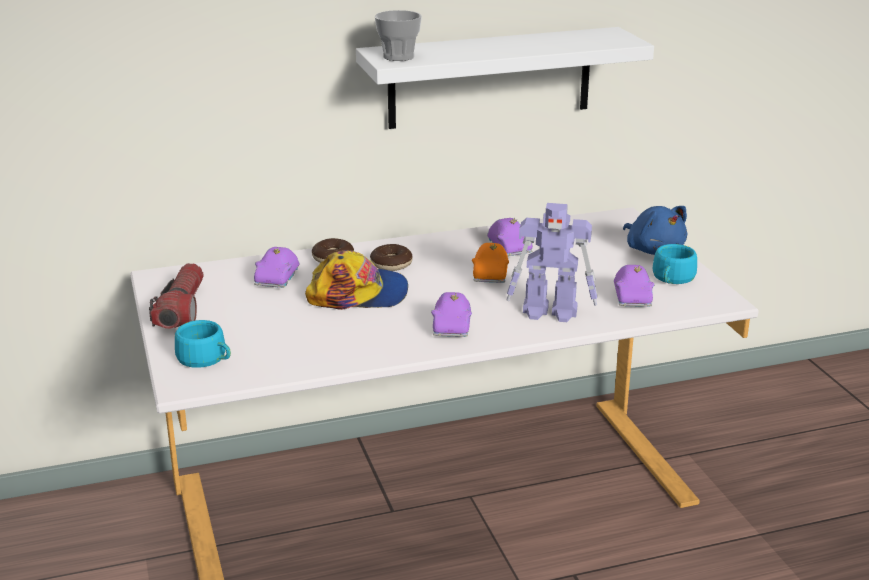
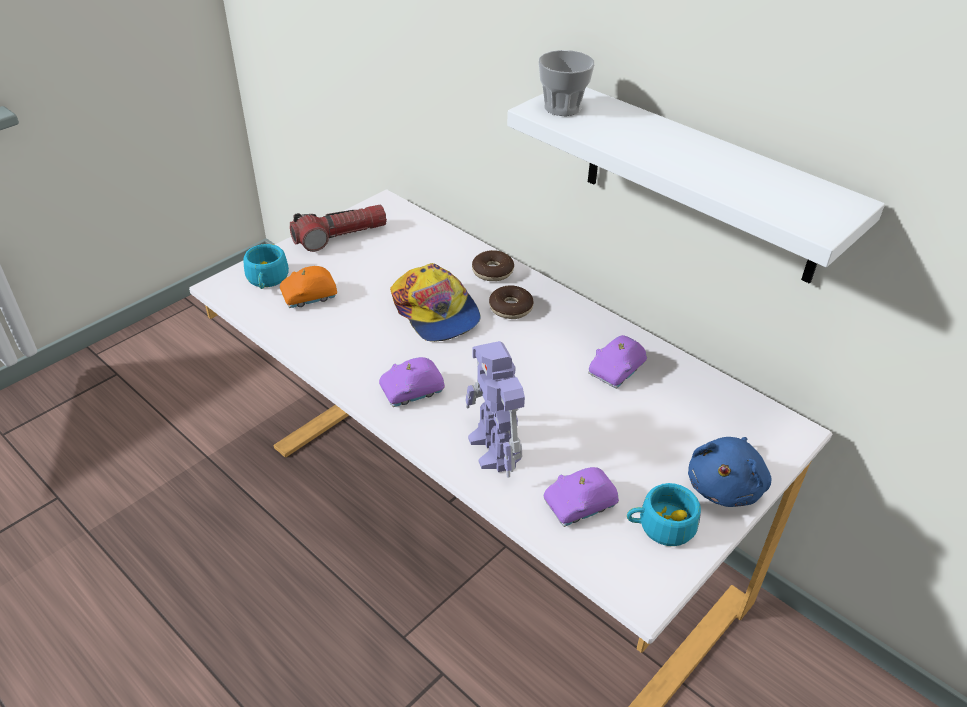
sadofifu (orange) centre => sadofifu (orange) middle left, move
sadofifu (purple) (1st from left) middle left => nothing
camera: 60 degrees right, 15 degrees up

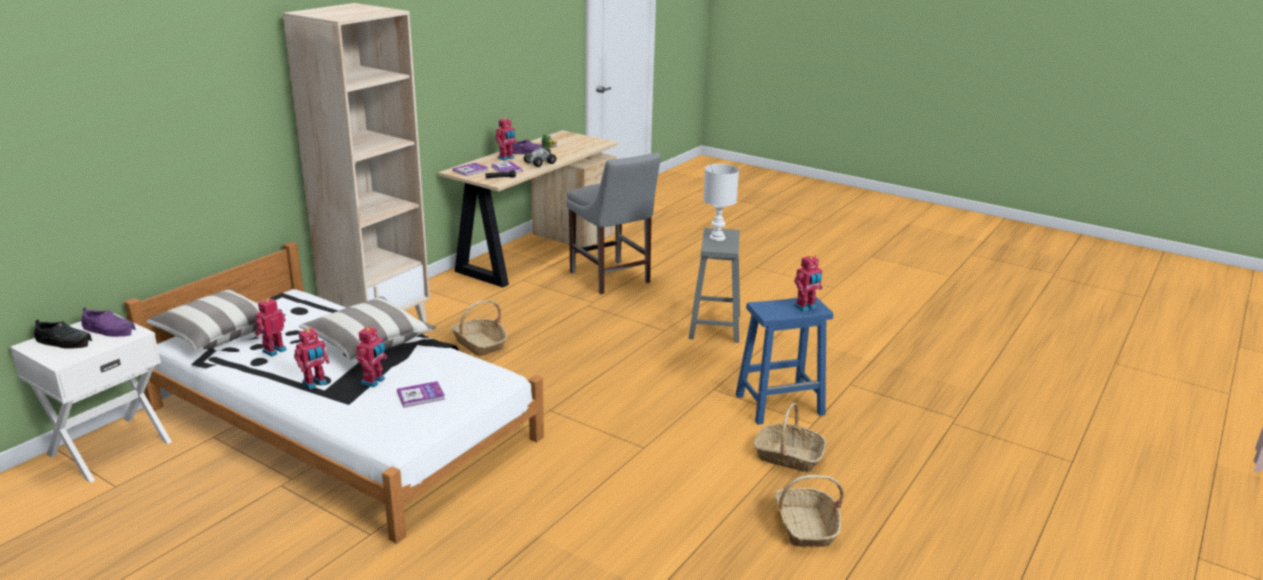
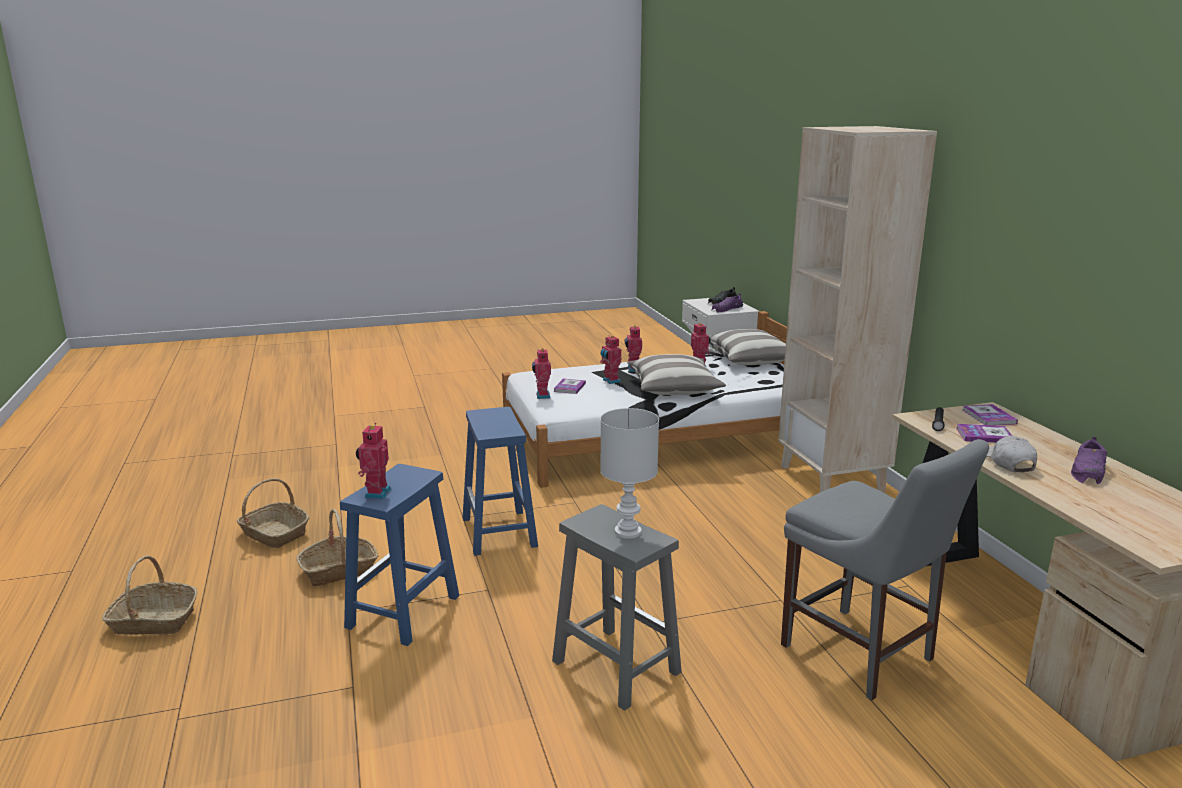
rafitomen (4th from left in the first image) top centre => rafitomen (2nd from left) centre, move
sadofifu top centre => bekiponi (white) middle right
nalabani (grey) centre => nalabani (grey) bottom right, 135 degrees counterclockwise
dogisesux (1st from left) centre => dogisesux (1st from left) bottom left, move
nothing => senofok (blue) (2nd from left) centre
camera: 130 degrees right, 5 degrees down

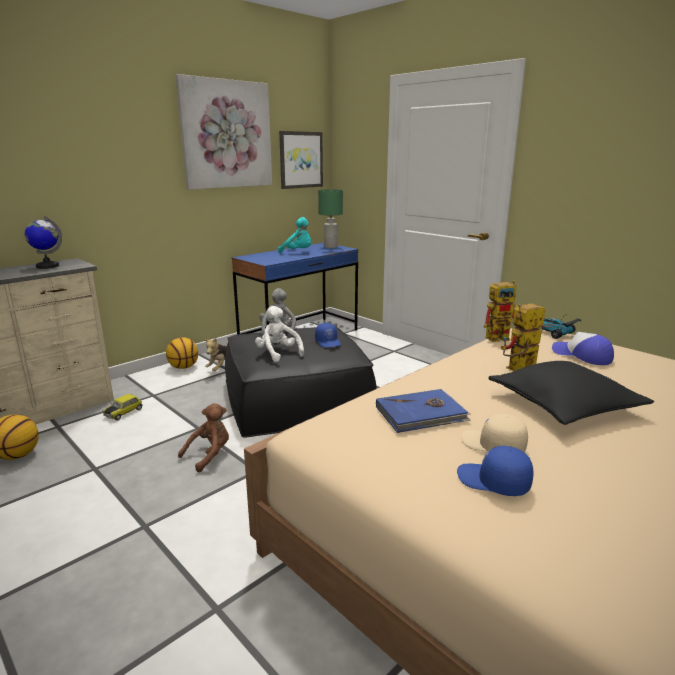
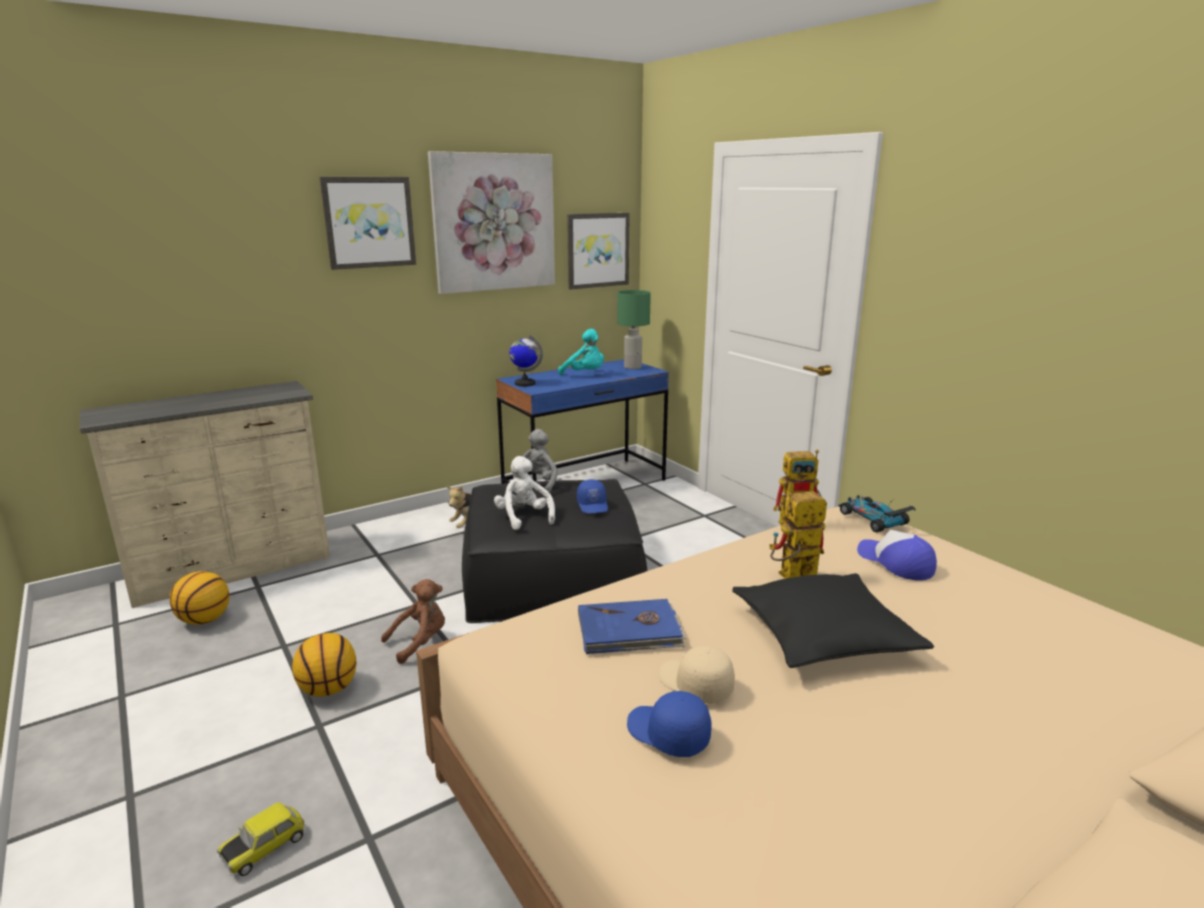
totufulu middle left => totufulu centre, move
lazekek (2nd from left) middle left => lazekek (2nd from left) bottom left, move
sadofifu (1st from left) middle left => sadofifu (1st from left) bottom left, move
nothing => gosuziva (1st from left) top left
camera: 10 degrees right, 0 degrees up

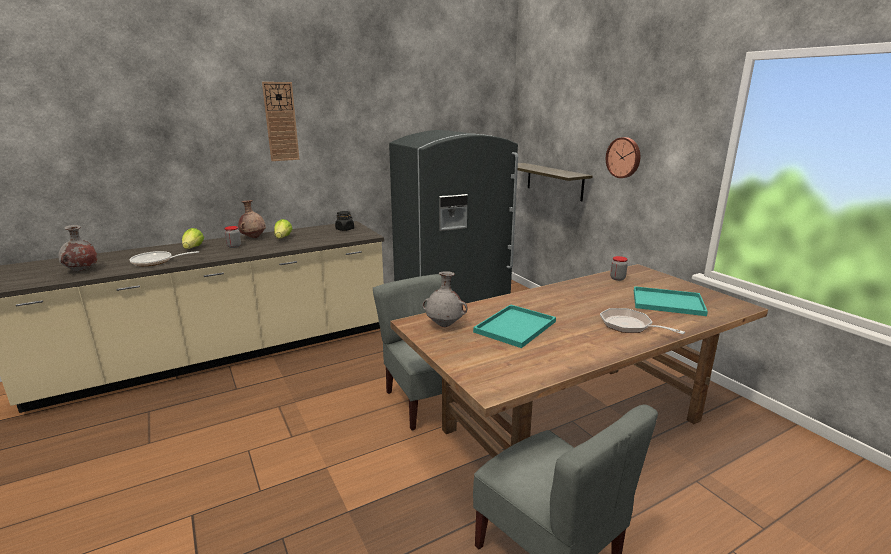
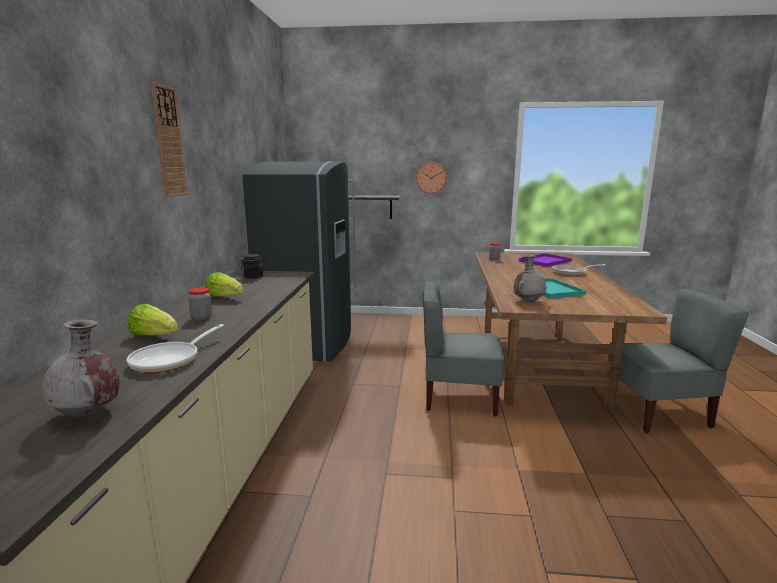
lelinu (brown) middle left => nothing
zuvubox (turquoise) (2nd from left) middle right => zuvubox (purple) middle right
camera: 55 degrees left, 5 degrees down

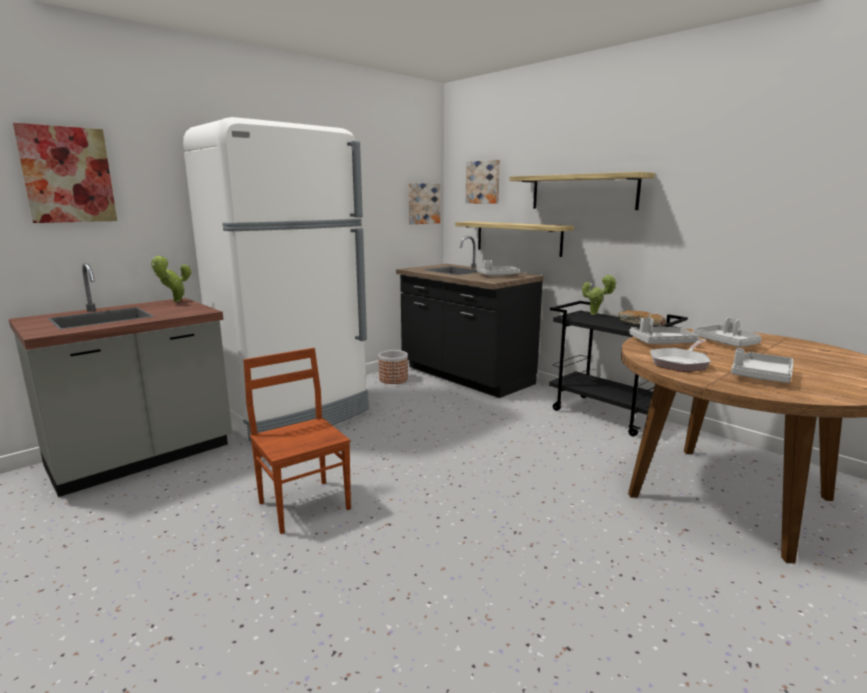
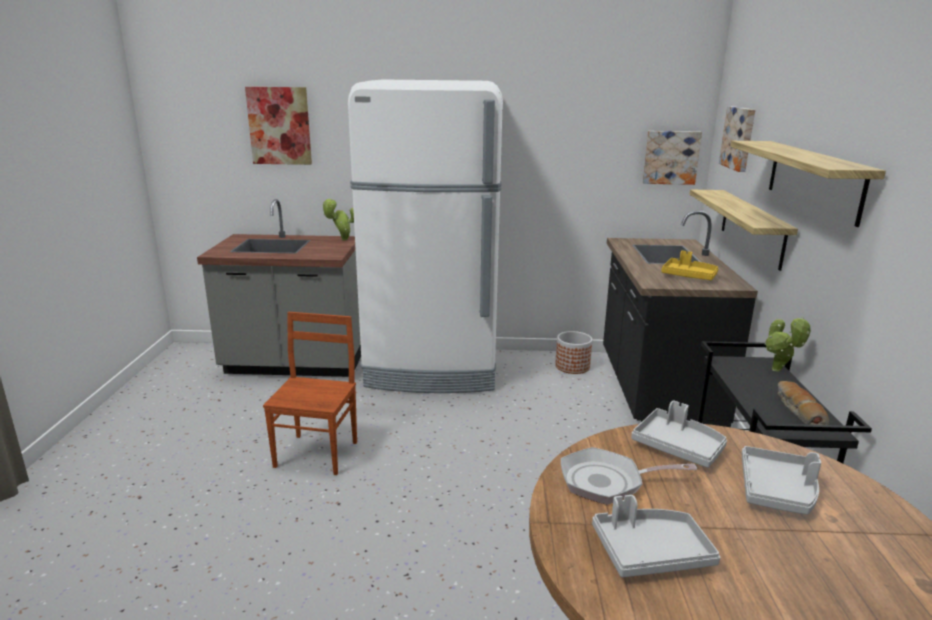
zuvubox (grey) (1st from left) centre => zuvubox (yellow) middle right
camera: 45 degrees right, 5 degrees up

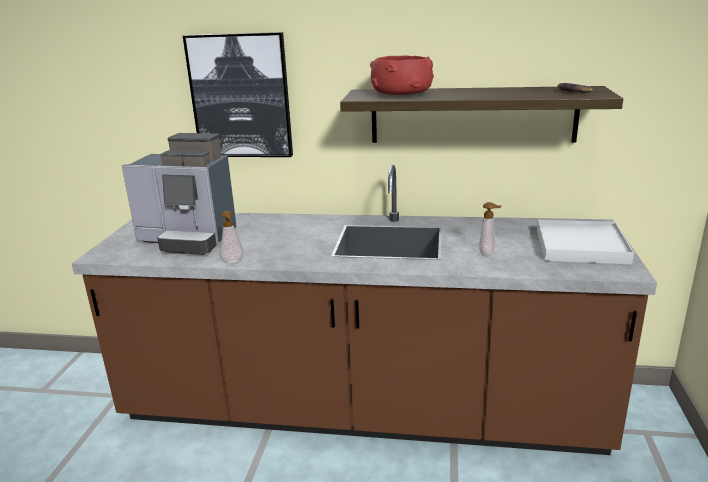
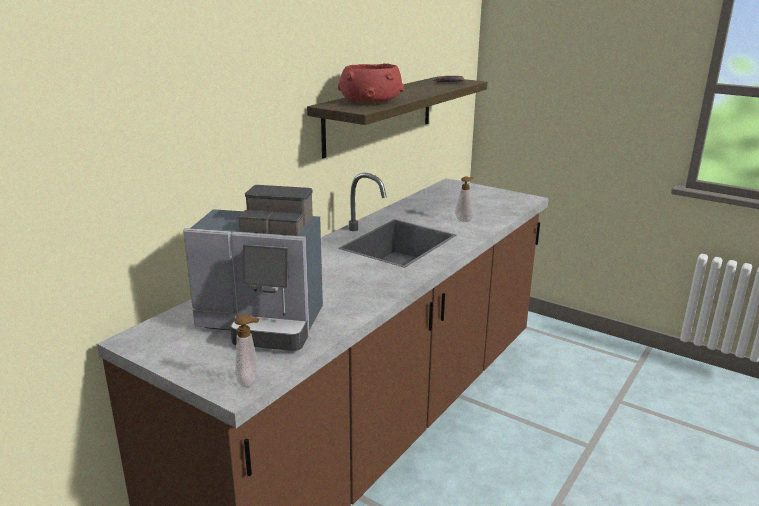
gosuziva top centre => nothing
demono middle left => demono centre, 60 degrees clockwise
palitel (1st from left) middle left => palitel (1st from left) bottom left, move
zuvubox (white) middle right => nothing
camera: 65 degrees left, 0 degrees up

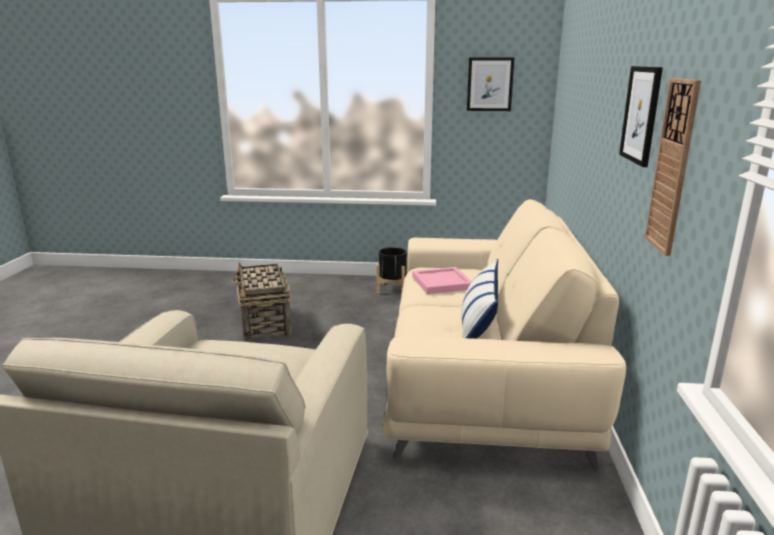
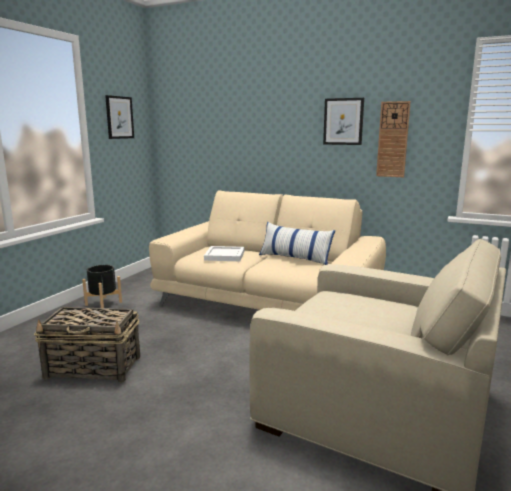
zuvubox (pink) centre => zuvubox (white) centre
camera: 70 degrees left, 5 degrees down

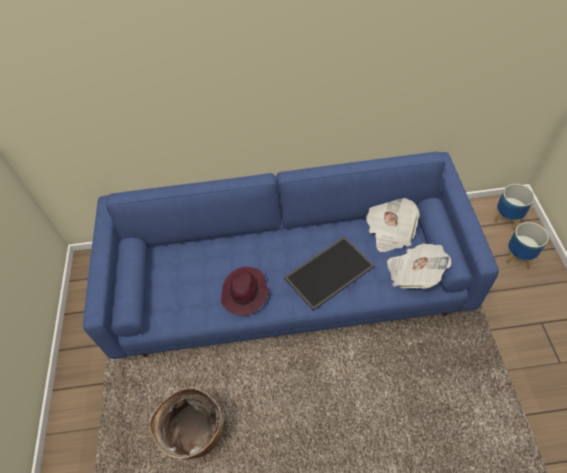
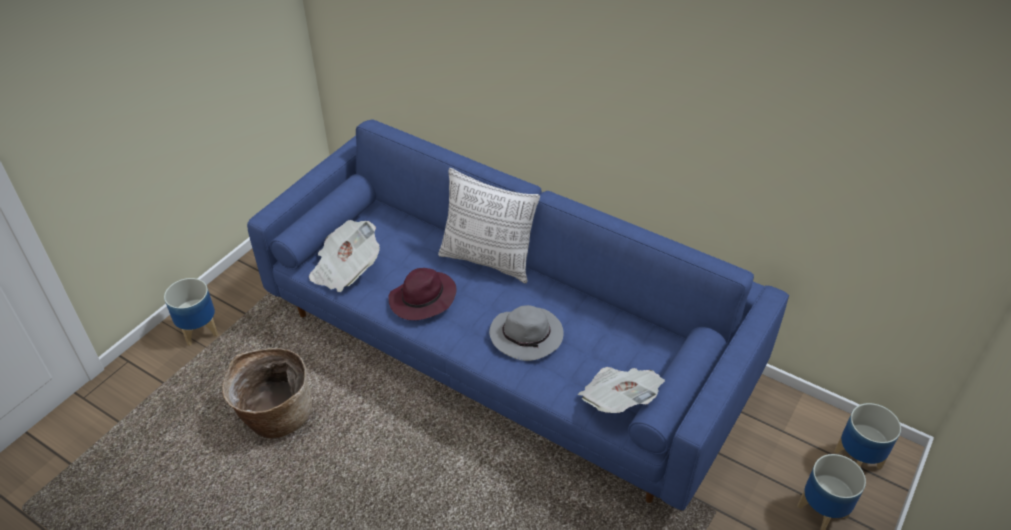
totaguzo (1st from left) middle right => totaguzo (1st from left) centre, move
zuvubox centre => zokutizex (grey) centre
nothing => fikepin centre
nothing => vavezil (1st from left) middle left
camera: 35 degrees right, 10 degrees down

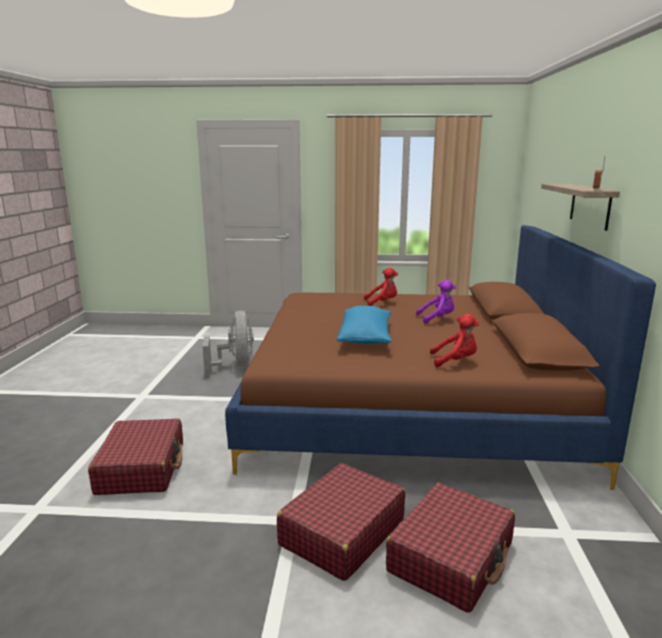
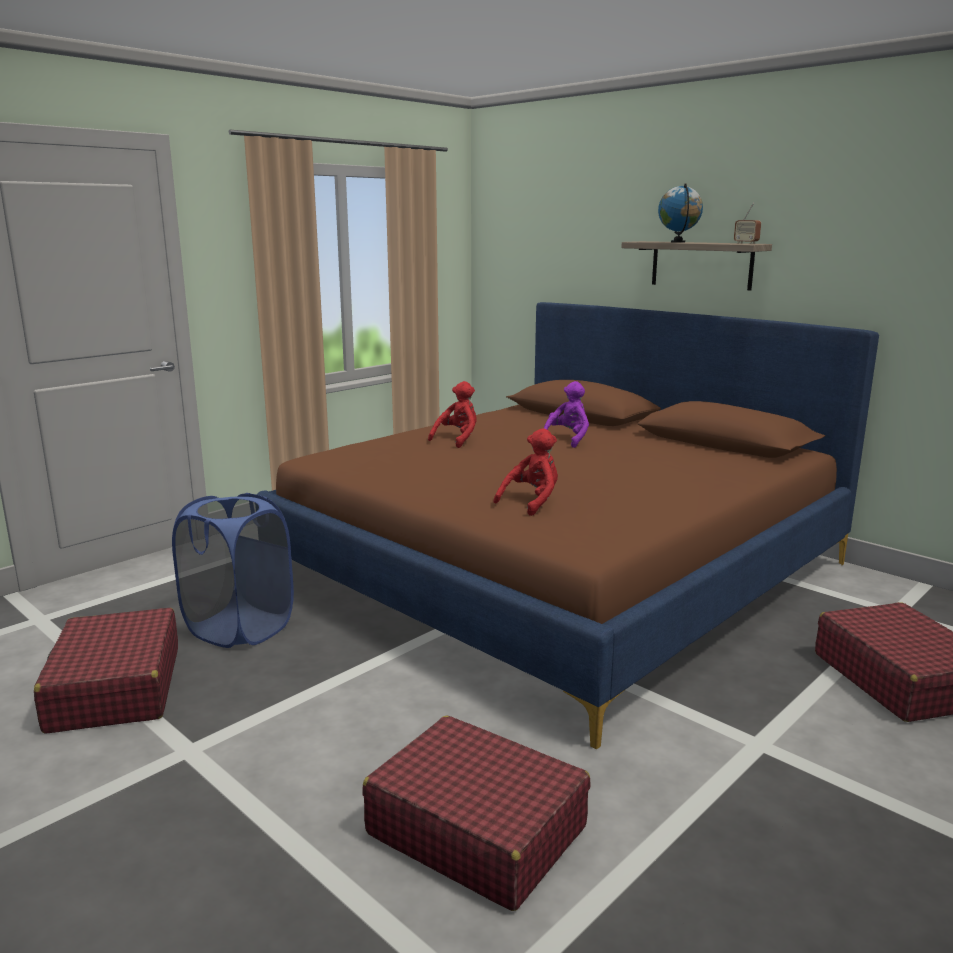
fikepin (blue) centre => nothing
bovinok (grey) centre => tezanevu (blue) middle left
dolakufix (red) (2nd from left) middle right => dolakufix (red) (2nd from left) centre, move
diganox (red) (2nd from left in the first image) bottom centre => diganox (red) (1st from left) bottom left, move
nothing => totufulu top right
camera: 50 degrees left, 0 degrees up

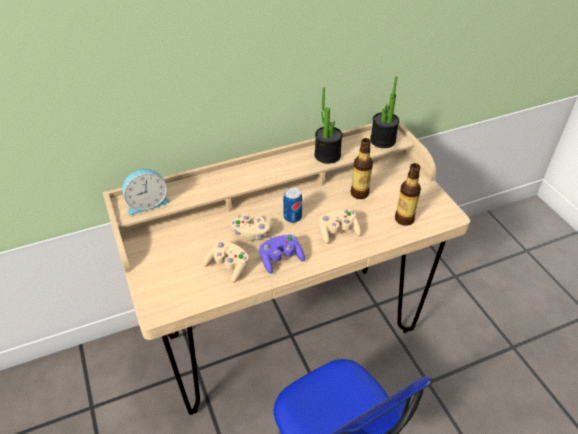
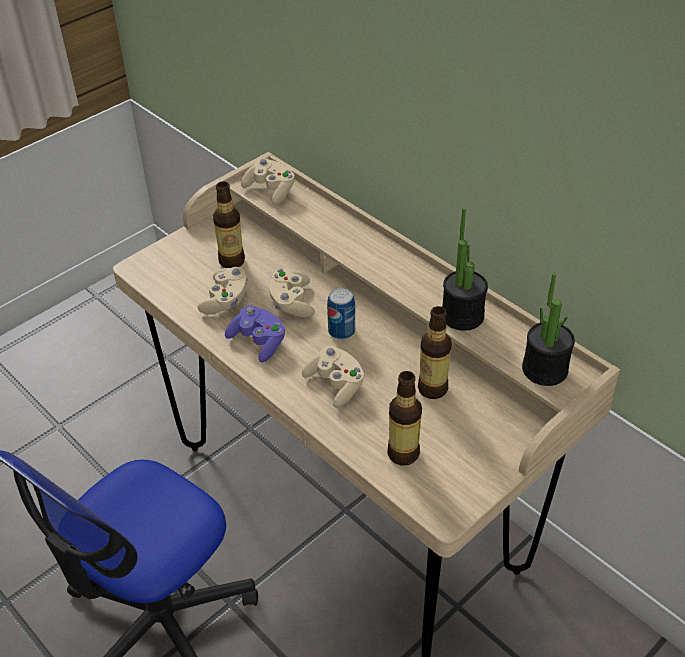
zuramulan middle left => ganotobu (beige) (2nd from left) top centre
nothing => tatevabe (1st from left) centre
camera: 70 degrees right, 0 degrees up

